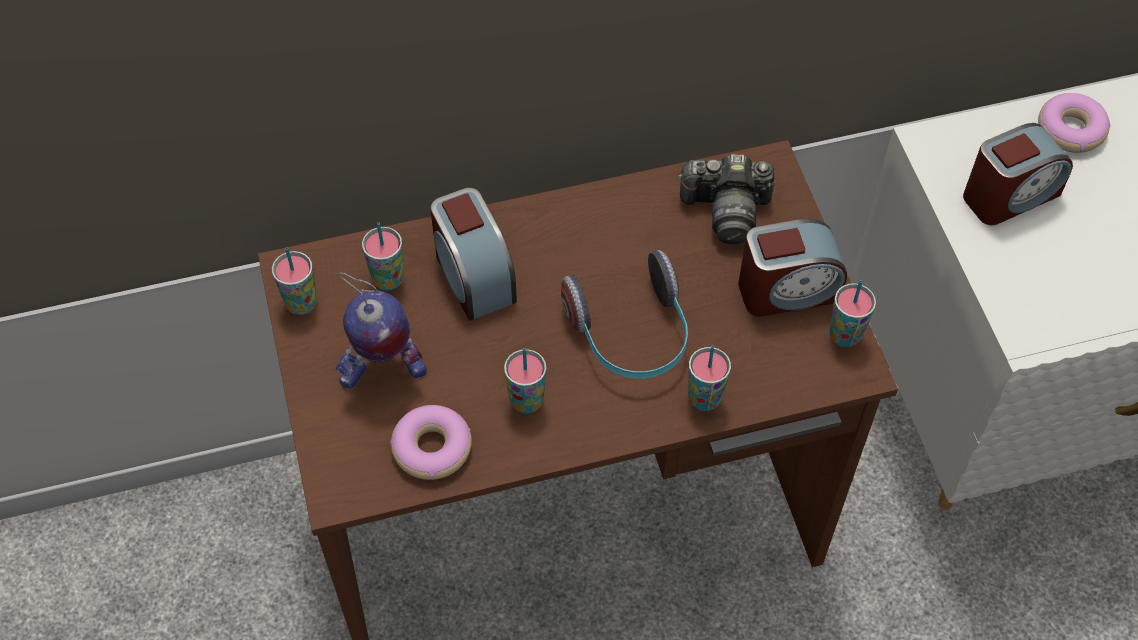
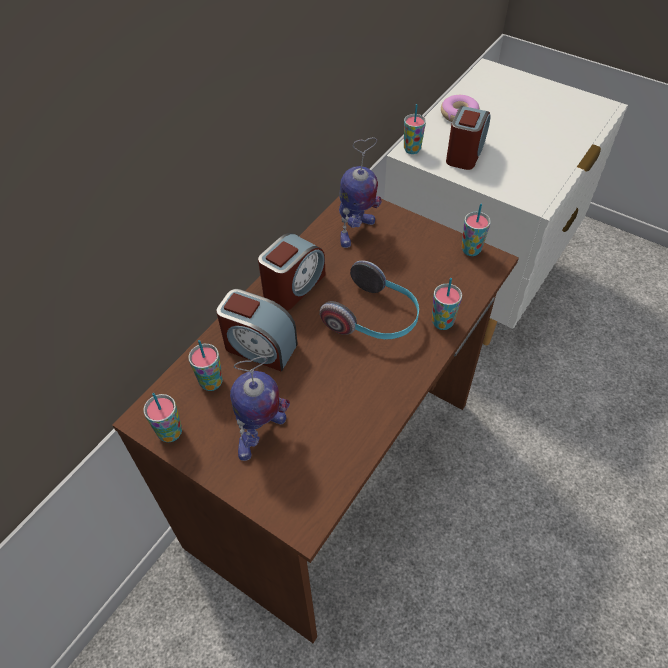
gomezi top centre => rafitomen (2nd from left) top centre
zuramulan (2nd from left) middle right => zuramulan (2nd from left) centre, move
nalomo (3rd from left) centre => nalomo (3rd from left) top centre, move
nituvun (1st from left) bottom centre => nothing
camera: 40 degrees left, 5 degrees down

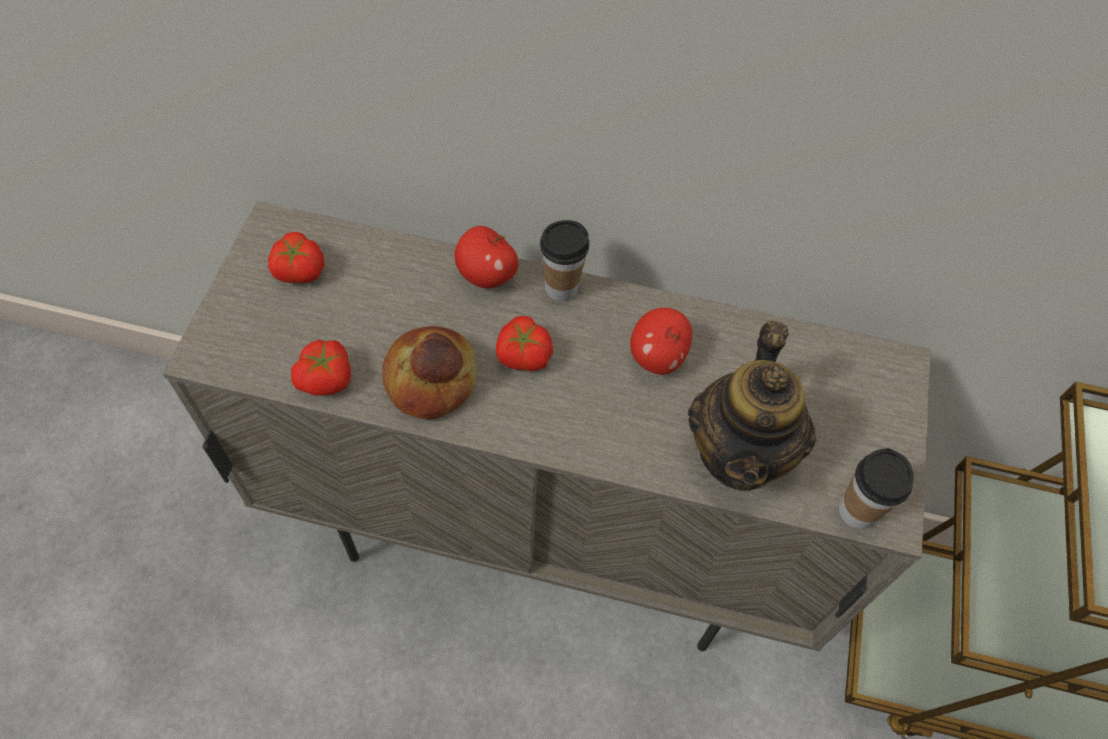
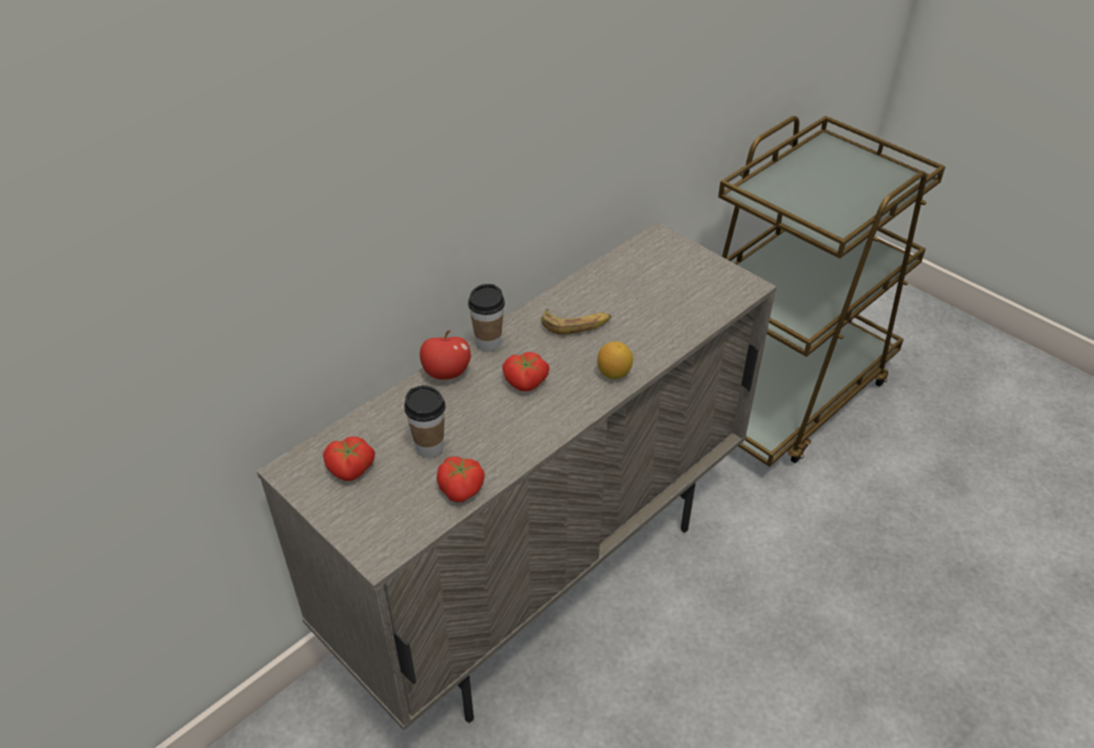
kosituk (2nd from left) centre => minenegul centre
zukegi middle right => nothing
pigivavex centre => nothing
nalomo (2nd from left in the first image) middle right => nalomo (1st from left) centre, move
nothing => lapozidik centre
camera: 55 degrees left, 15 degrees down

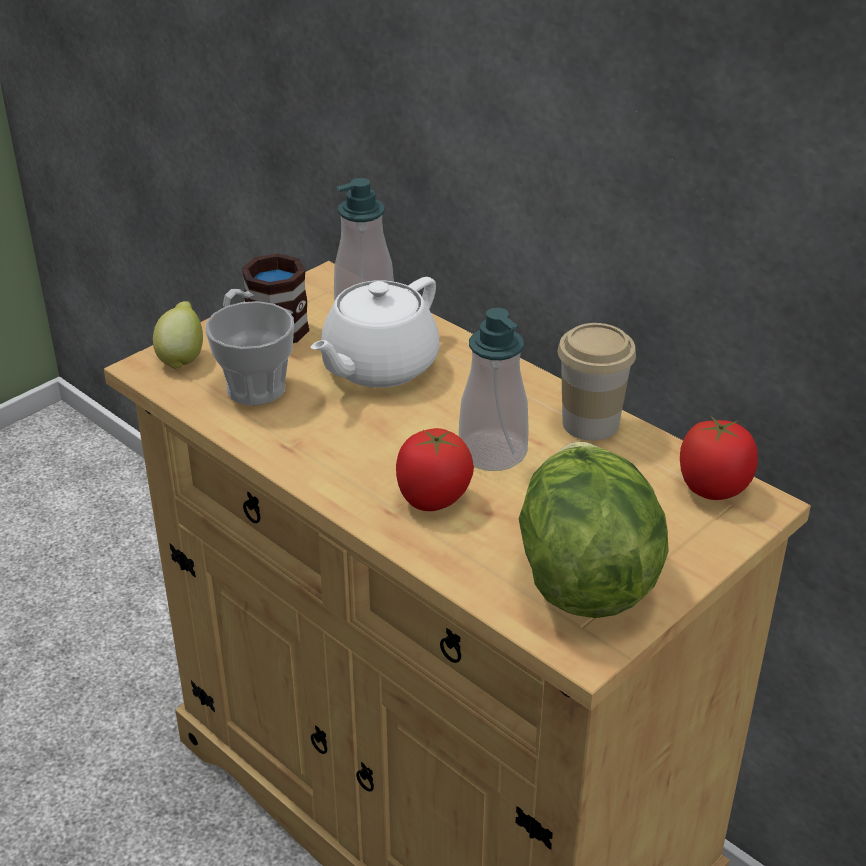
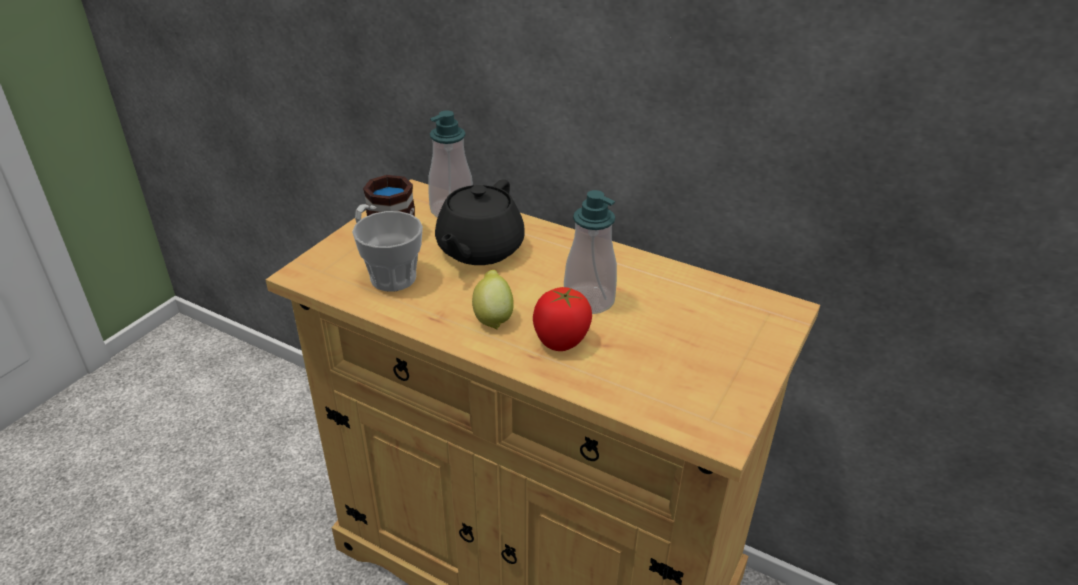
zukegi (white) centre => zukegi (black) centre
lapozidik middle left => lapozidik centre, move
nalomo (2nd from left) middle right => nothing
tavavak (2nd from left) middle right => nothing
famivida middle right => nothing
camera: 15 degrees left, 0 degrees up

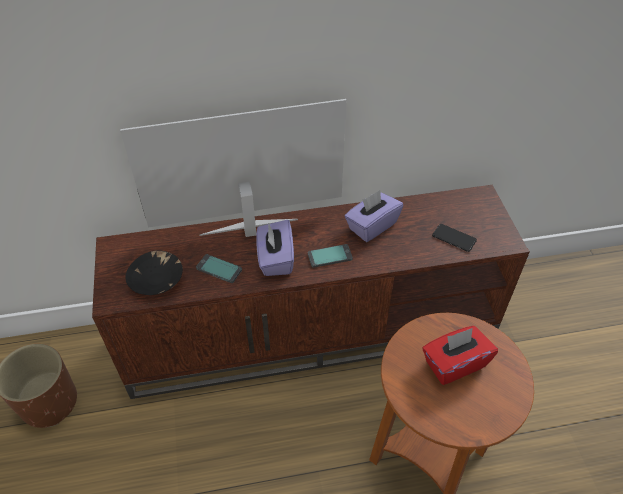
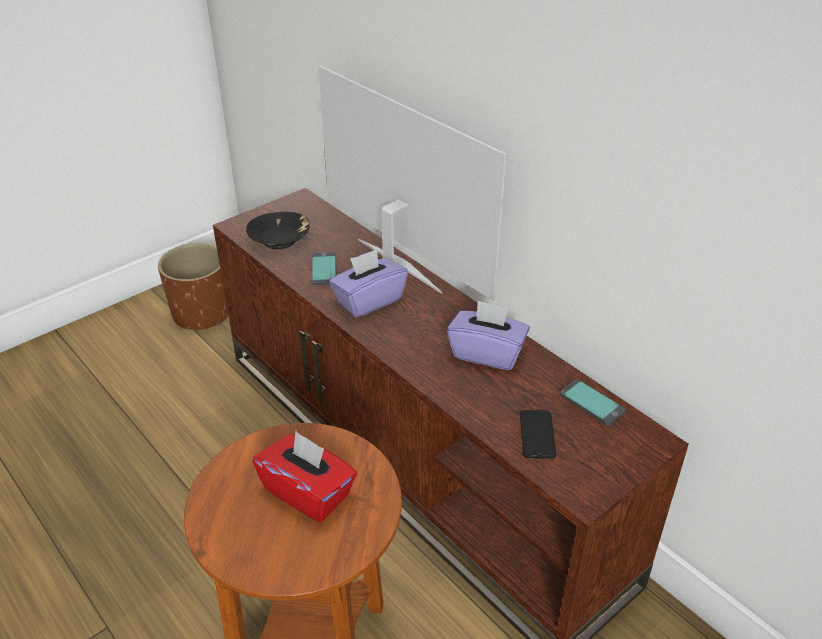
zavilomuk (2nd from left in the first image) centre => zavilomuk (3rd from left) middle right, move
camera: 60 degrees right, 10 degrees down

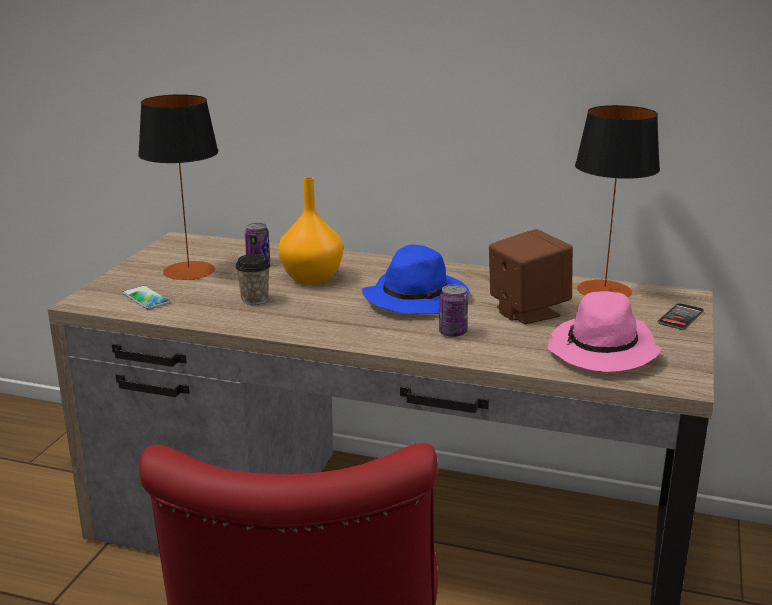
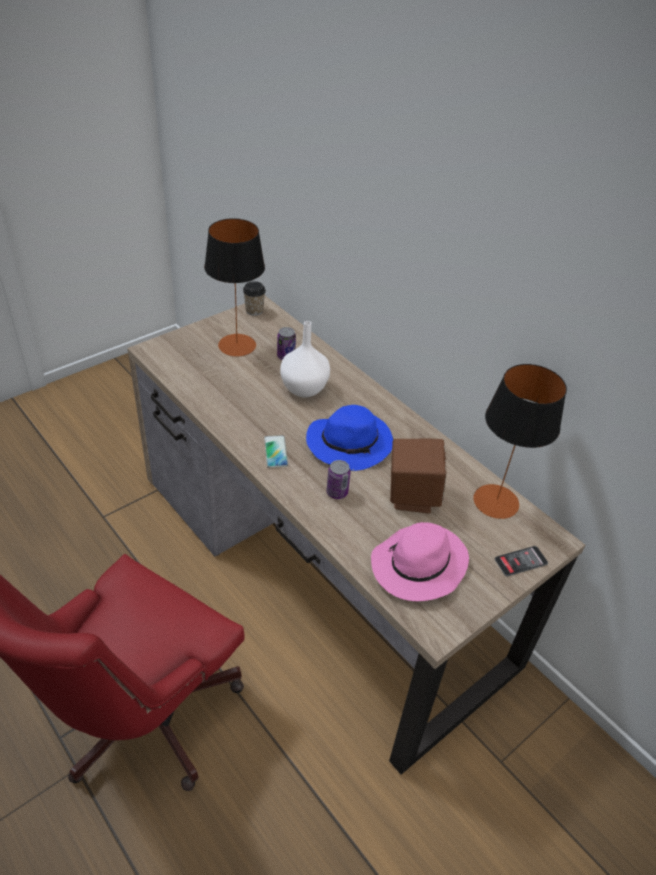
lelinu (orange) centre => lelinu (white) centre
nalomo middle left => nalomo centre, move
zavilomuk (1st from left) middle left => zavilomuk (1st from left) centre, move
camera: 30 degrees right, 20 degrees up

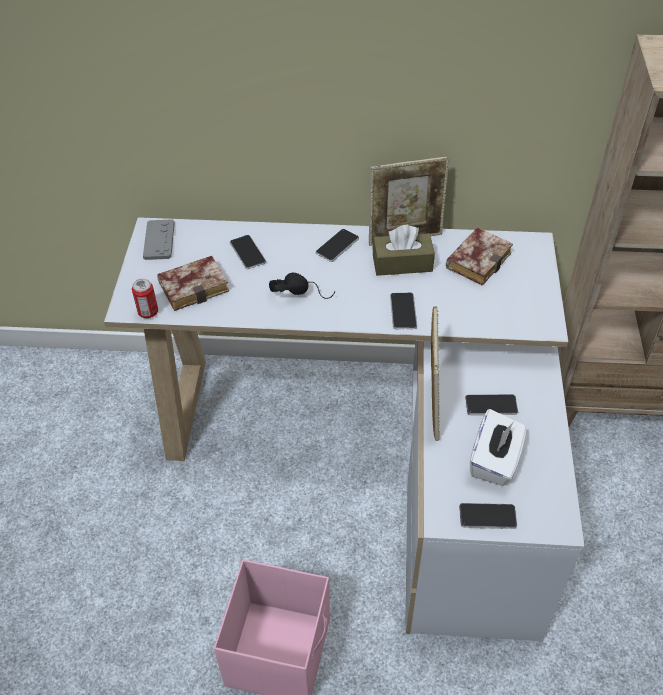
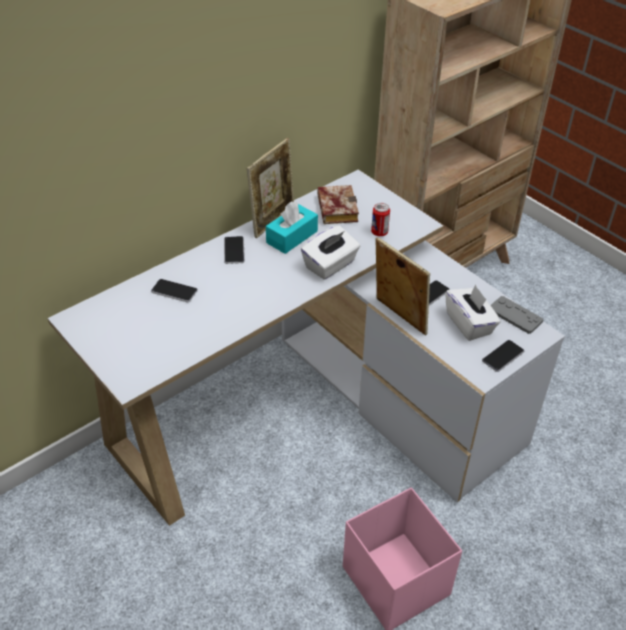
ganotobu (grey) middle left => ganotobu (grey) middle right, move
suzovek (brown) centre => suzovek (turquoise) centre
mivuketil (1st from left) middle left => nothing
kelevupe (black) centre => nothing
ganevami middle left => ganevami centre, move
zavilomuk (3rd from left) centre => suzovek (white) (1st from left) centre
camera: 45 degrees left, 5 degrees down

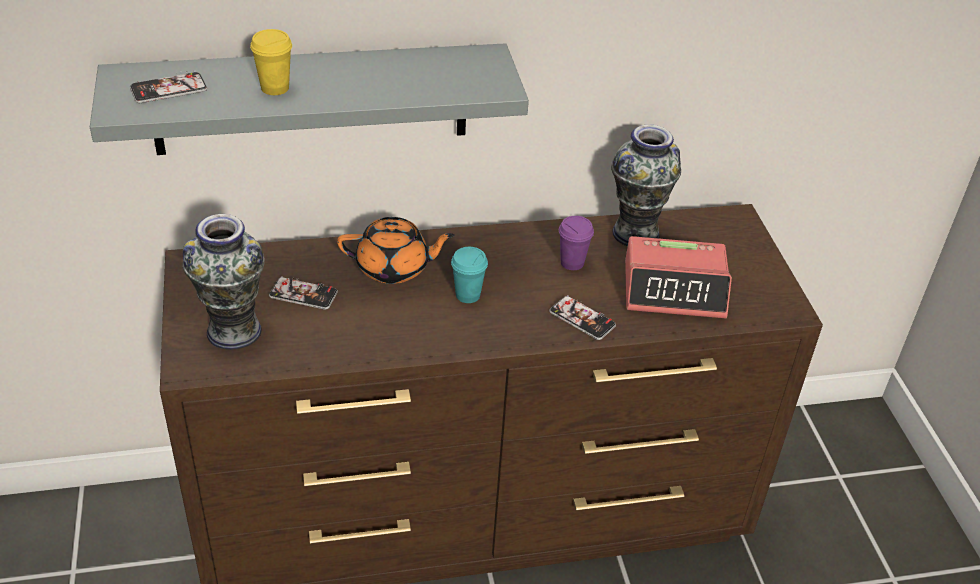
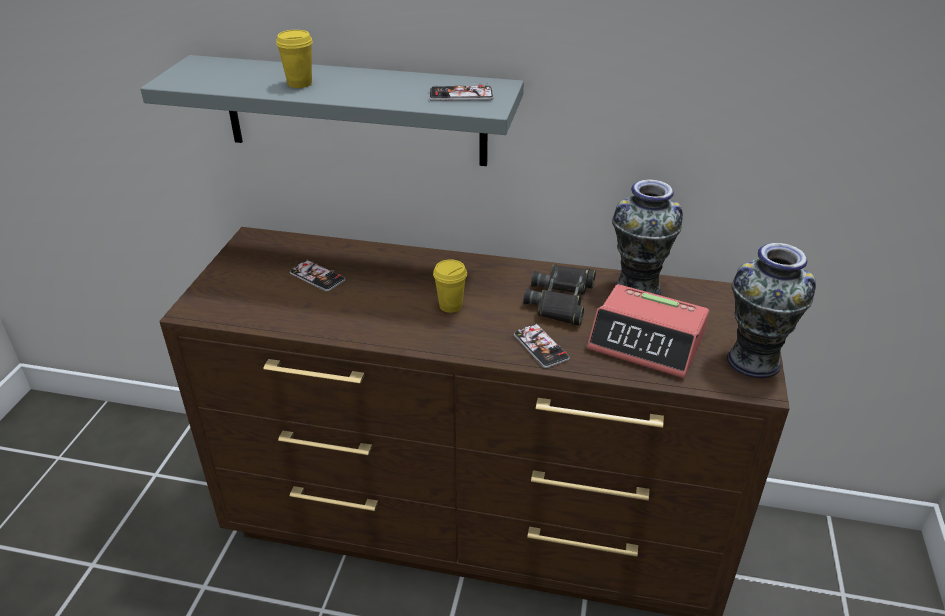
zavilomuk (1st from left in the first image) top left => zavilomuk (2nd from left) top centre, move
lelinu (1st from left in the first image) middle left => lelinu (2nd from left) middle right, move
nalomo (purple) centre => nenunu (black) centre
zukegi (orange) centre => nothing
nalomo (turquoise) centre => nalomo (yellow) (2nd from left) centre
camera: 25 degrees right, 5 degrees down

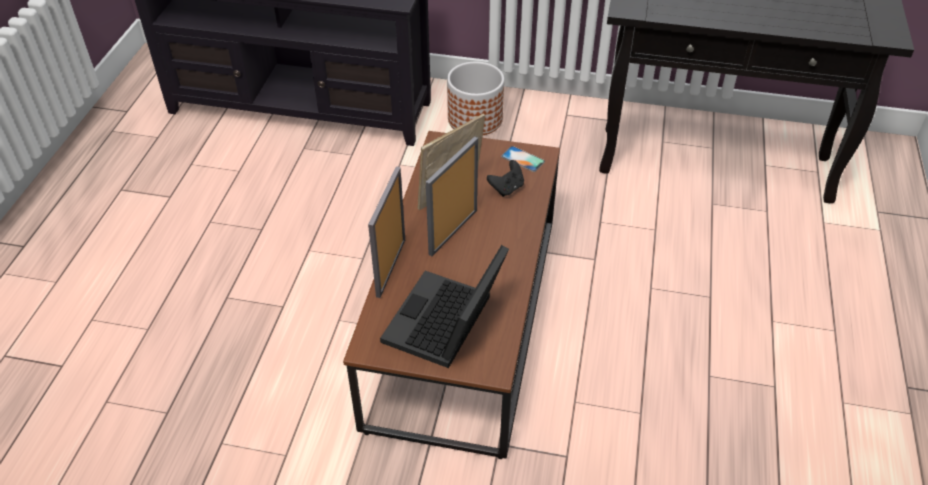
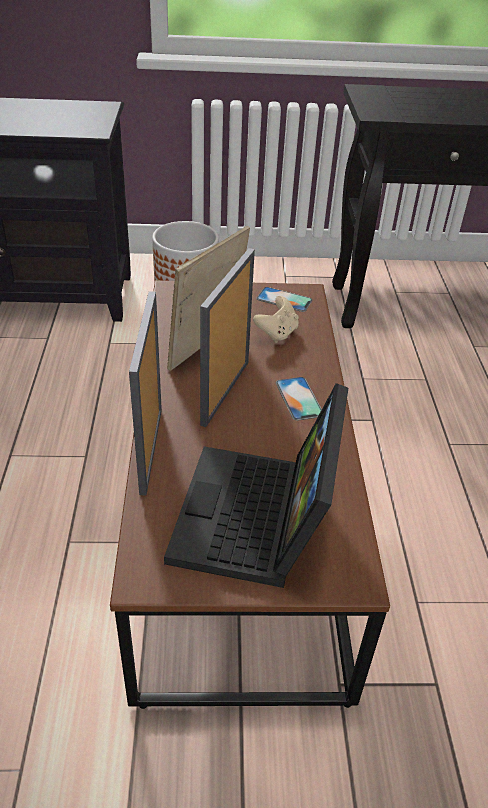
ganotobu (black) centre => ganotobu (beige) centre
nothing => zavilomuk (2nd from left) centre
camera: 15 degrees left, 5 degrees down

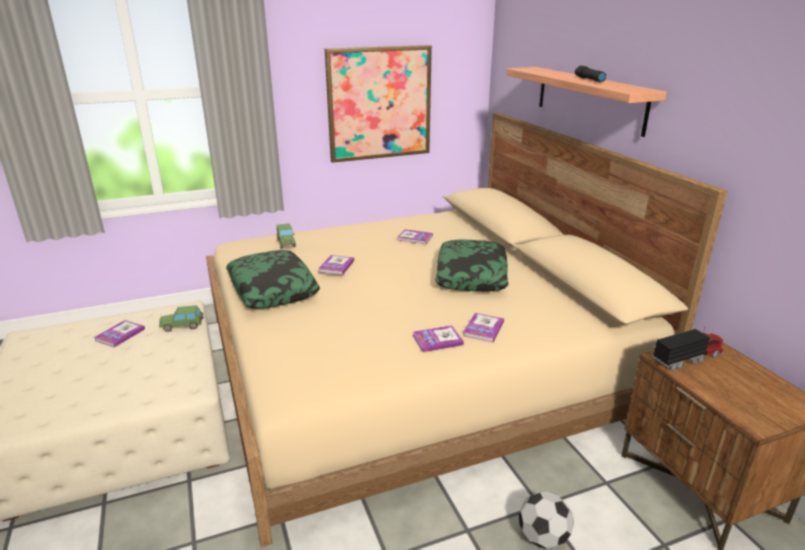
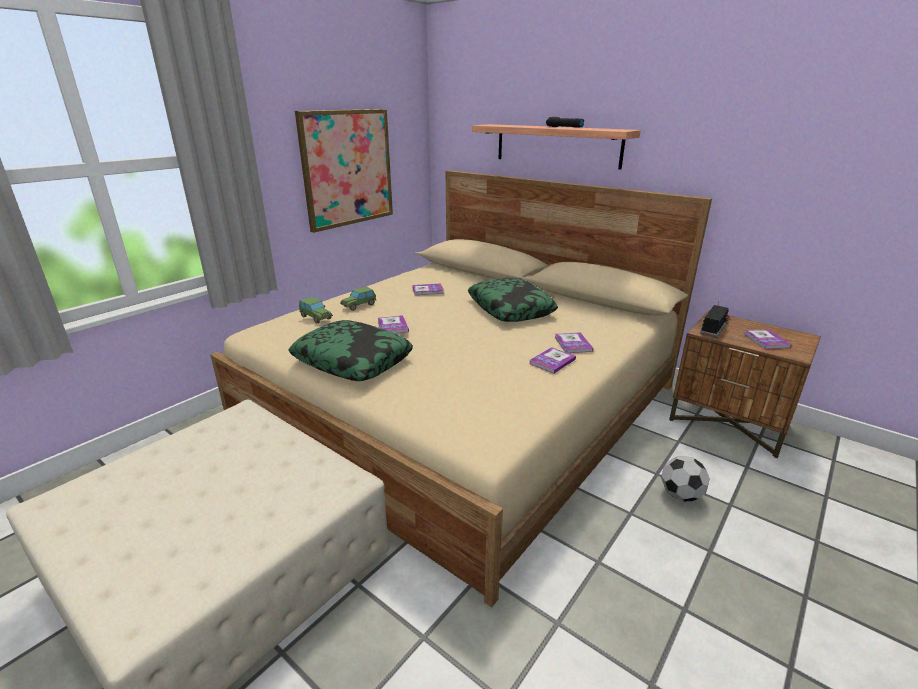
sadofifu (1st from left in the first image) middle left => sadofifu (2nd from left) centre, move
mivuketil (1st from left in the first image) middle left => mivuketil (5th from left) middle right, move
camera: 30 degrees left, 0 degrees up

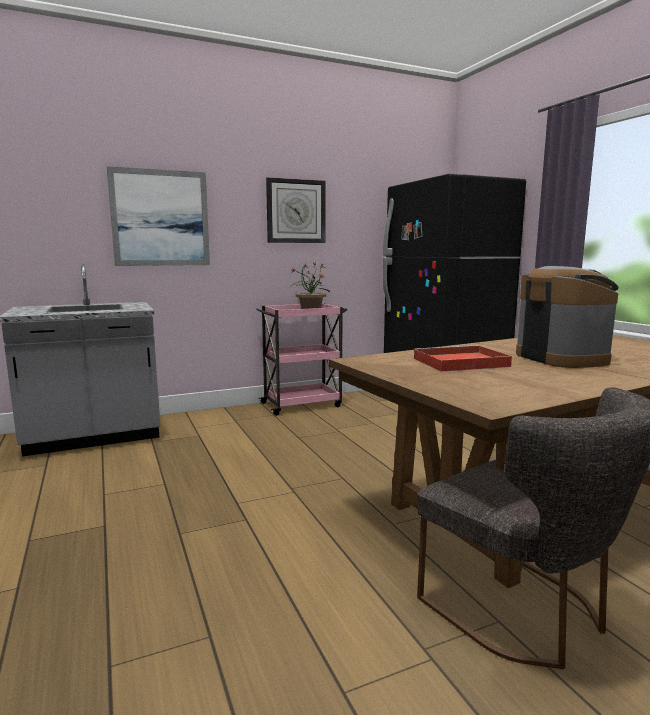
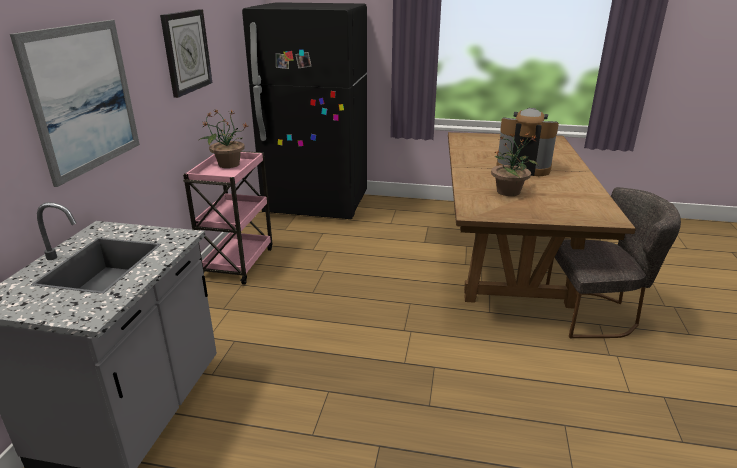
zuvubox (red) middle right => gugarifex (2nd from left) middle right
camera: 55 degrees left, 15 degrees up

